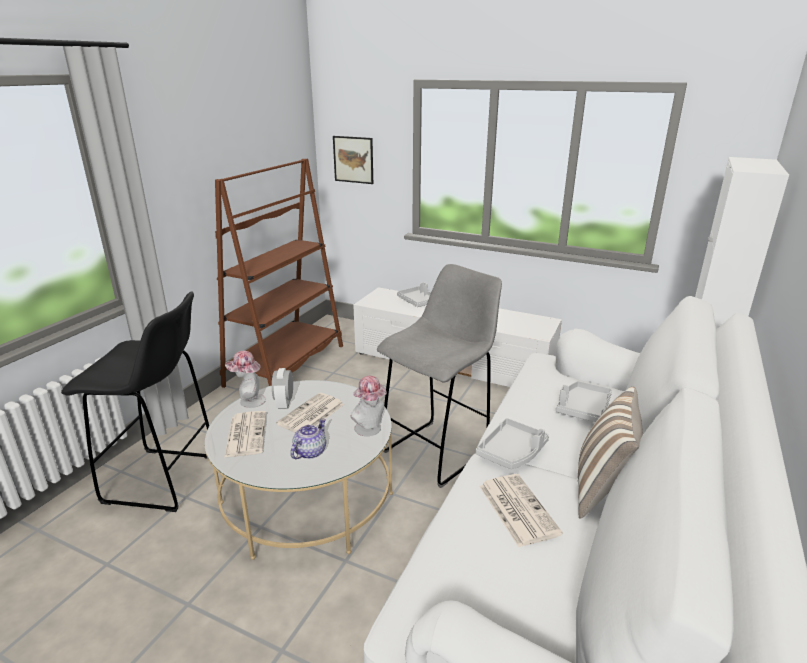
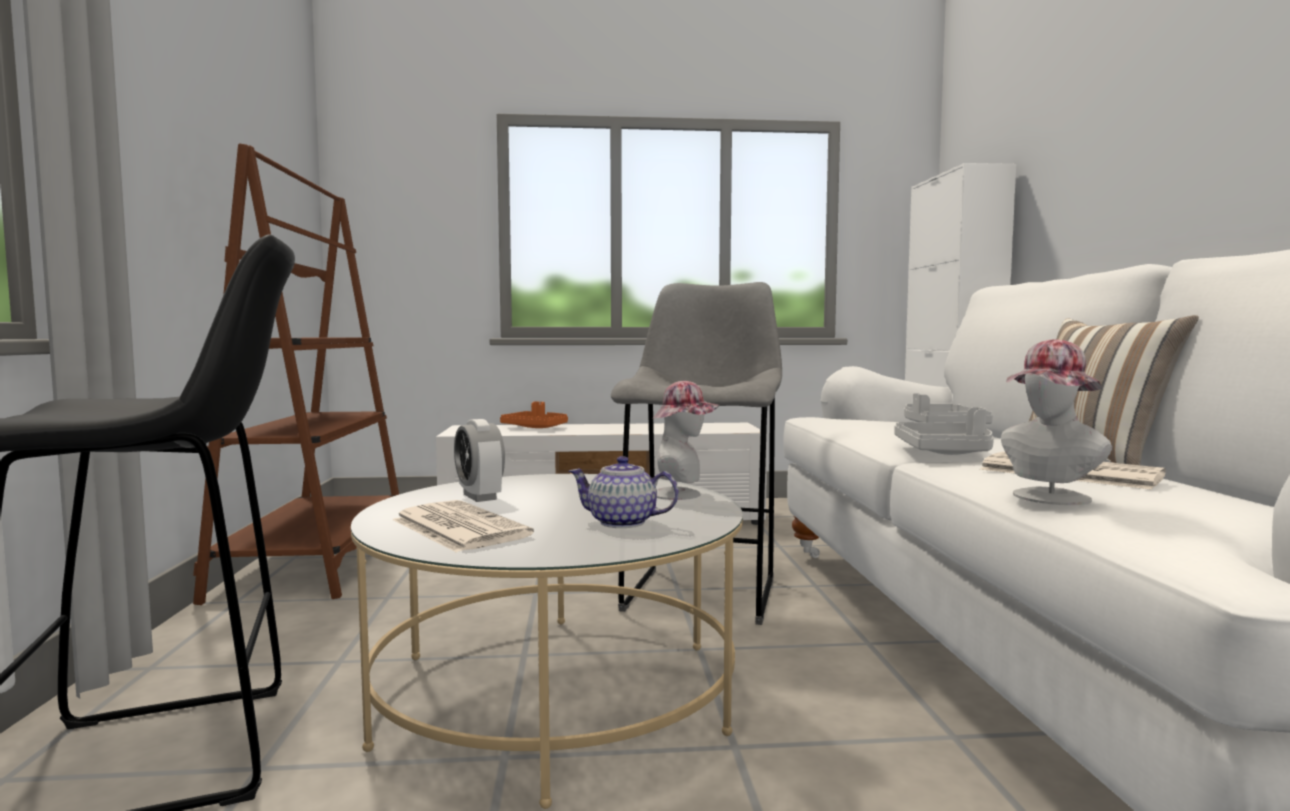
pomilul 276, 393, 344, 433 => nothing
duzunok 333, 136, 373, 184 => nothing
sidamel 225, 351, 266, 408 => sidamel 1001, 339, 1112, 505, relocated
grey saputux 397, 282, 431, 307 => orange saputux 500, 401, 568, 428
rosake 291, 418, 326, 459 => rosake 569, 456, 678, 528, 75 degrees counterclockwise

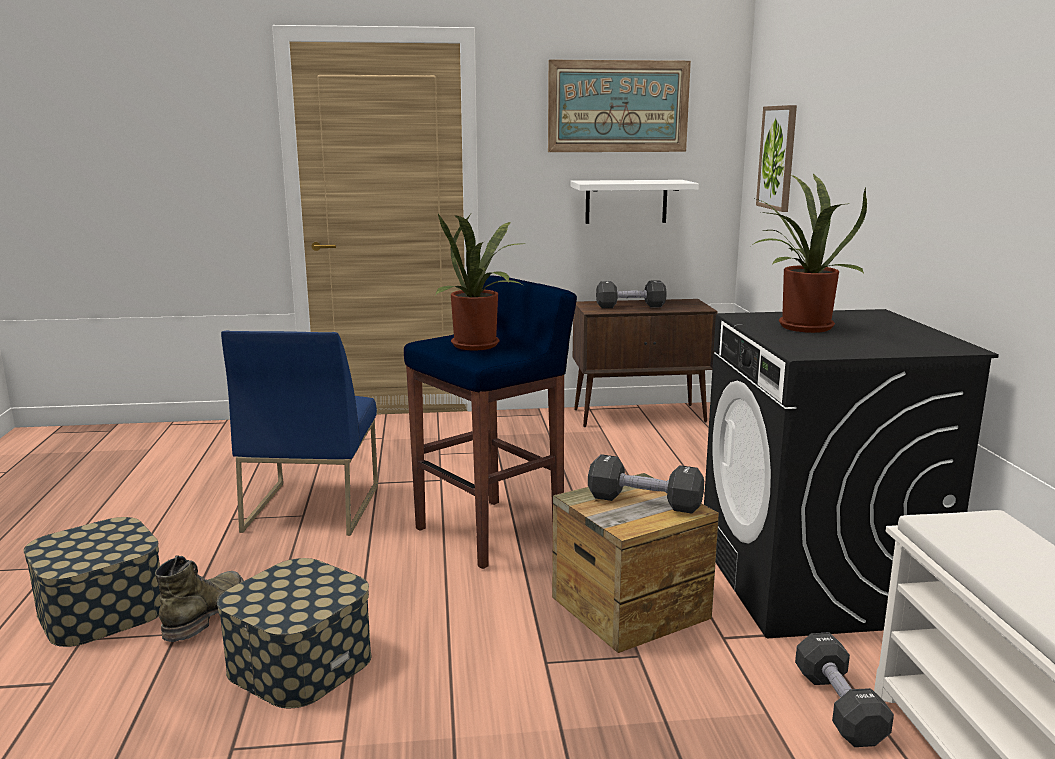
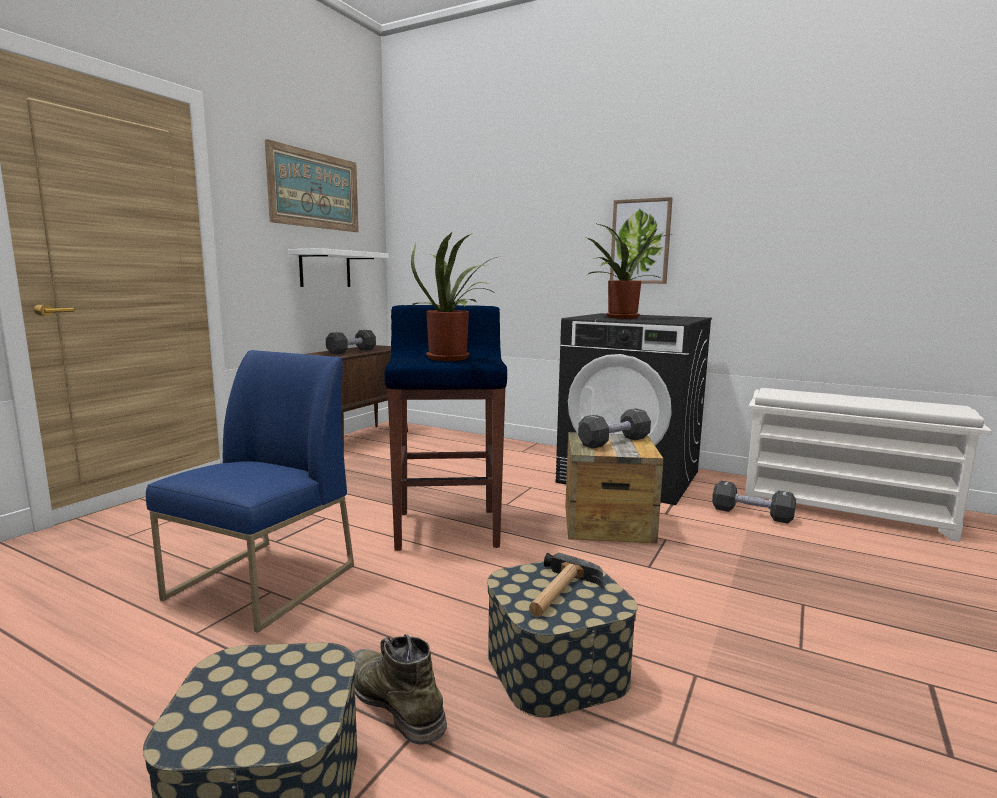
nothing => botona 529, 553, 603, 617
duzunok 756, 105, 797, 212 => duzunok 610, 197, 673, 284, relocated
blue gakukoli 221, 331, 378, 536 => blue gakukoli 146, 350, 354, 633, 105 degrees counterclockwise

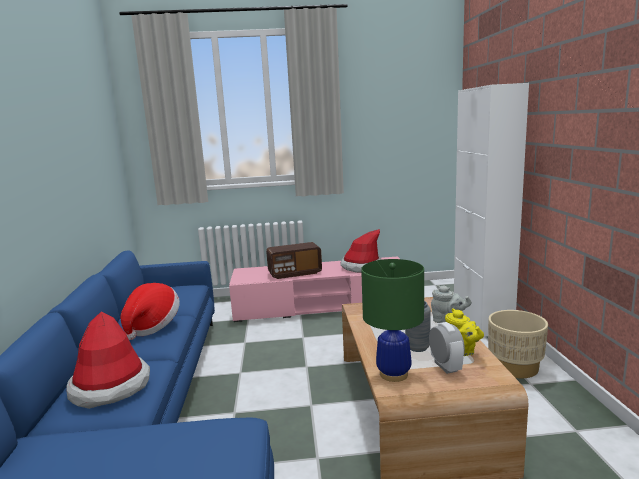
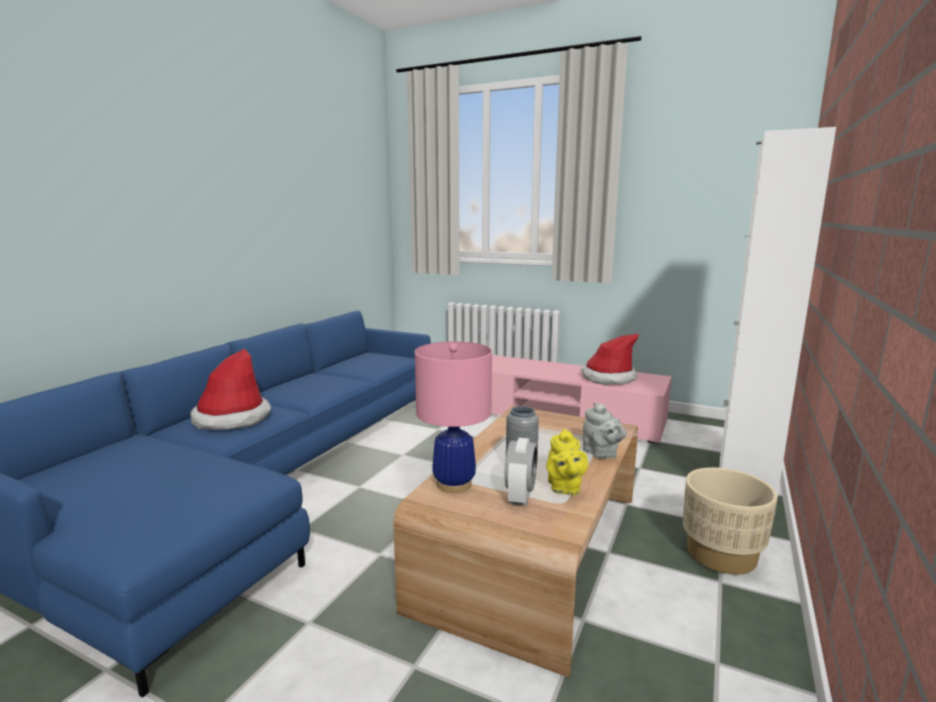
sidamel 121, 283, 180, 340 => nothing
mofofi 266, 242, 322, 279 => nothing
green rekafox 361, 259, 424, 382 => pink rekafox 415, 342, 492, 493

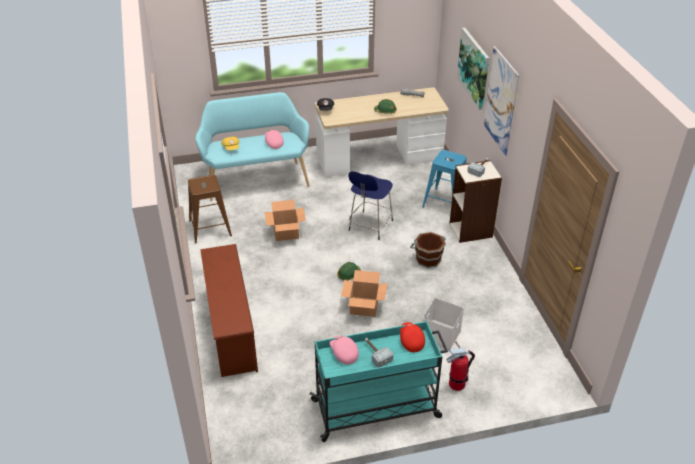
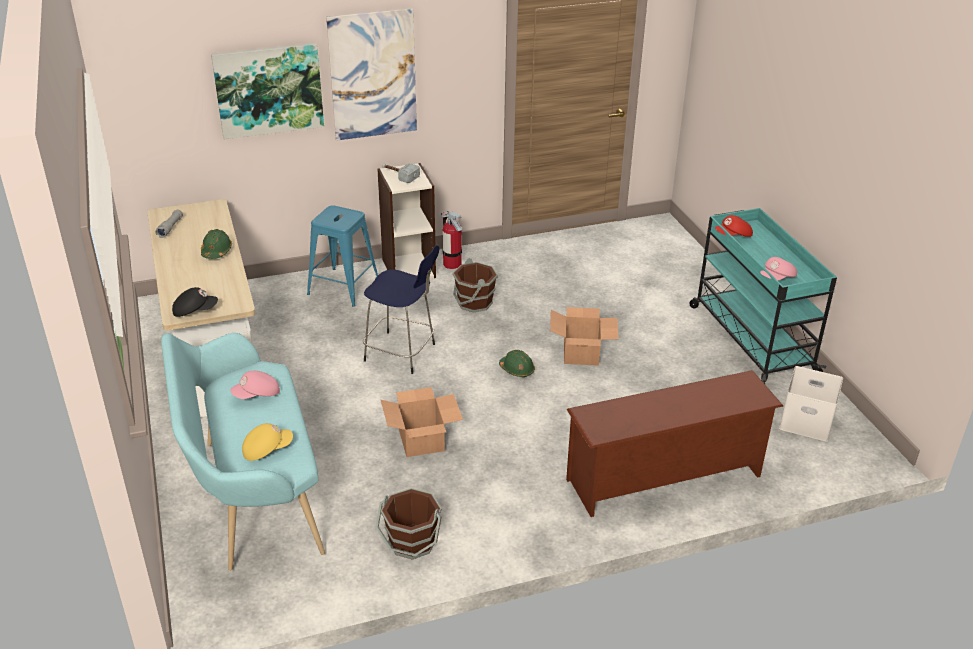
botona 365, 338, 394, 367 => nothing
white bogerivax 423, 298, 464, 351 => white bogerivax 779, 366, 843, 442, relocated
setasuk 447, 341, 475, 391 => setasuk 441, 211, 462, 269, relocated
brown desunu 188, 175, 232, 243 => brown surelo 375, 488, 442, 560

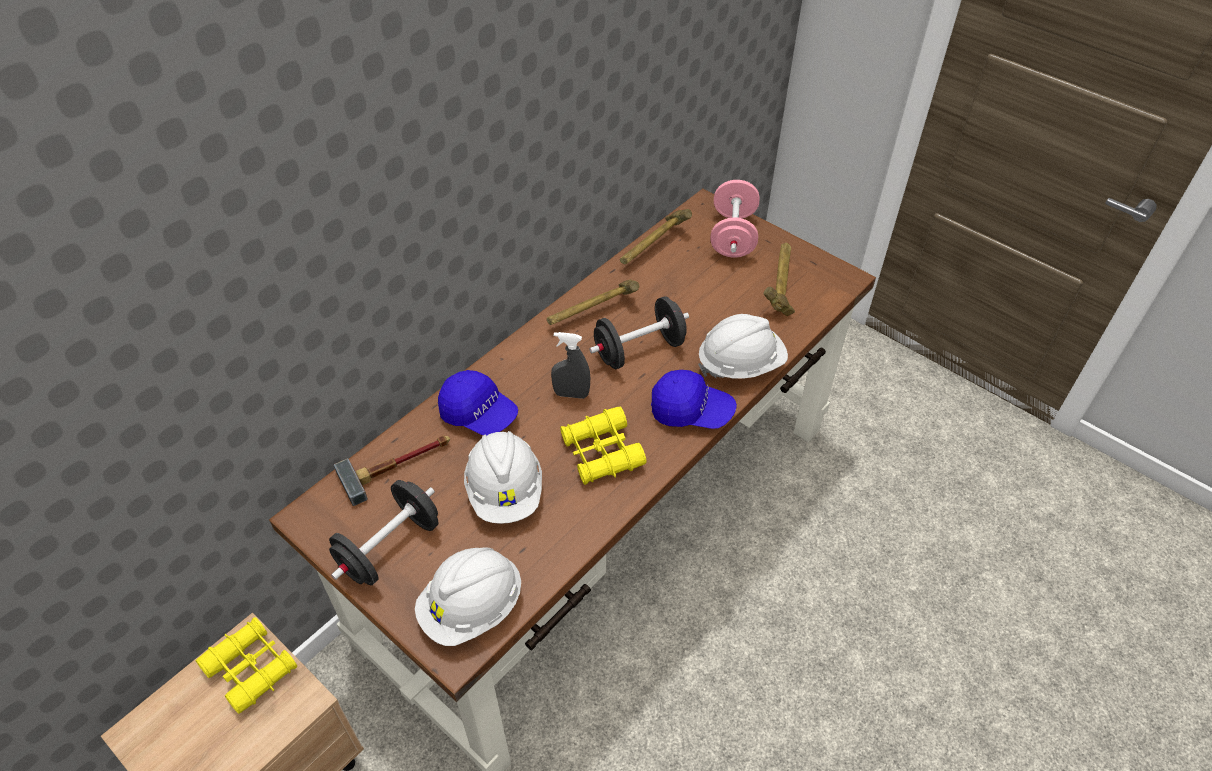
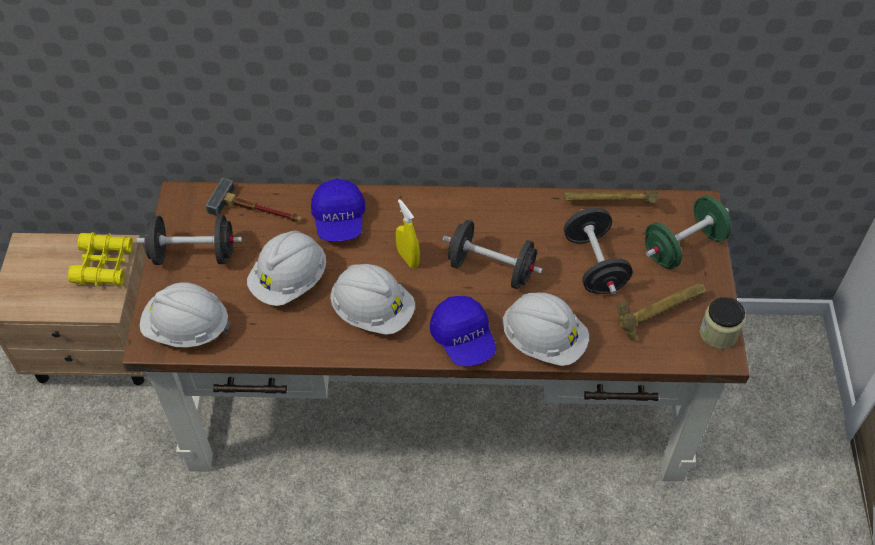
botona 547, 280, 639, 325 => nothing
nothing => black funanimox 564, 208, 633, 294
nothing => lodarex 700, 297, 745, 349
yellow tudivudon 560, 407, 646, 485 => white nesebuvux 330, 264, 415, 335
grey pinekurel 551, 332, 590, 399 => yellow pinekurel 396, 199, 420, 268
pink funanimox 710, 180, 760, 257 => green funanimox 645, 195, 731, 269

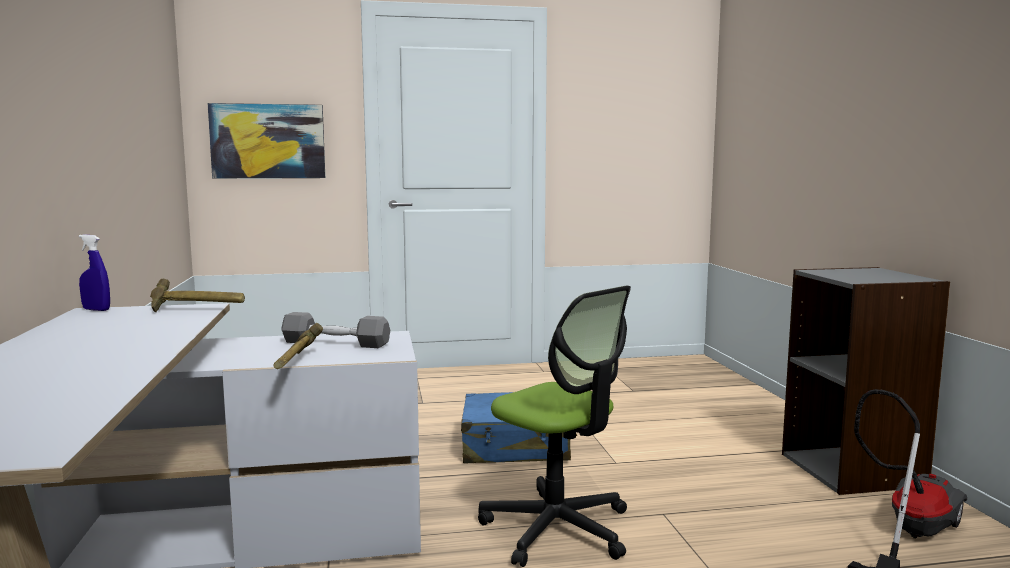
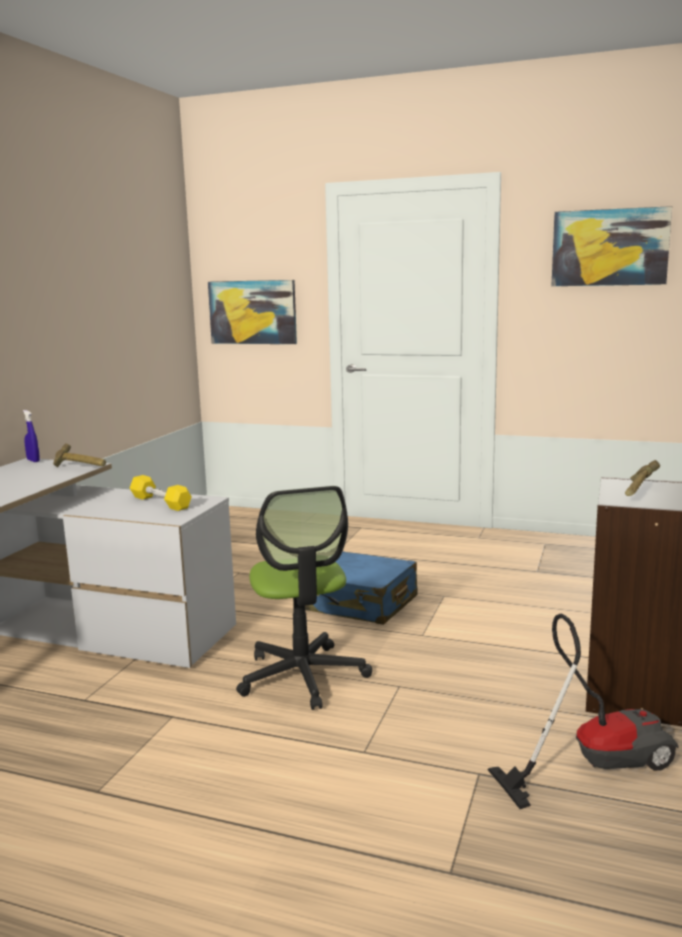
nothing => duzunok 551, 206, 672, 286
botona 273, 323, 323, 369 => botona 625, 460, 660, 496, relocated
grey funanimox 281, 312, 390, 348 => yellow funanimox 130, 475, 192, 511

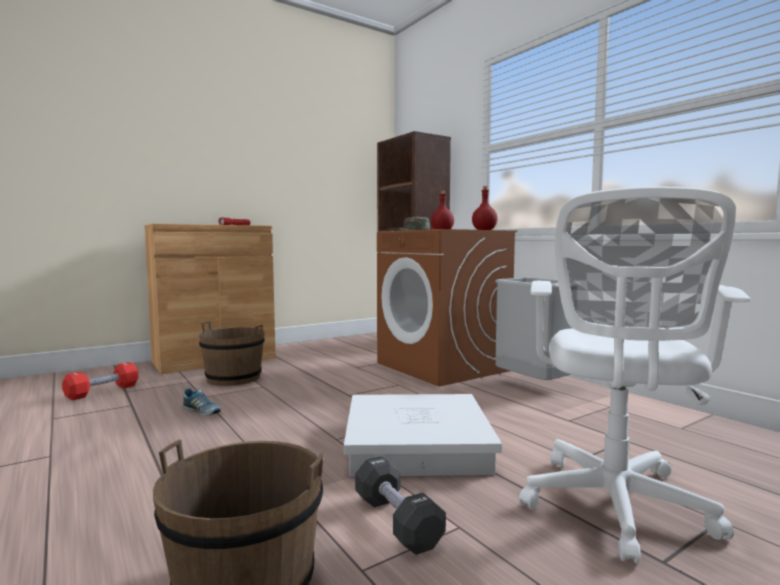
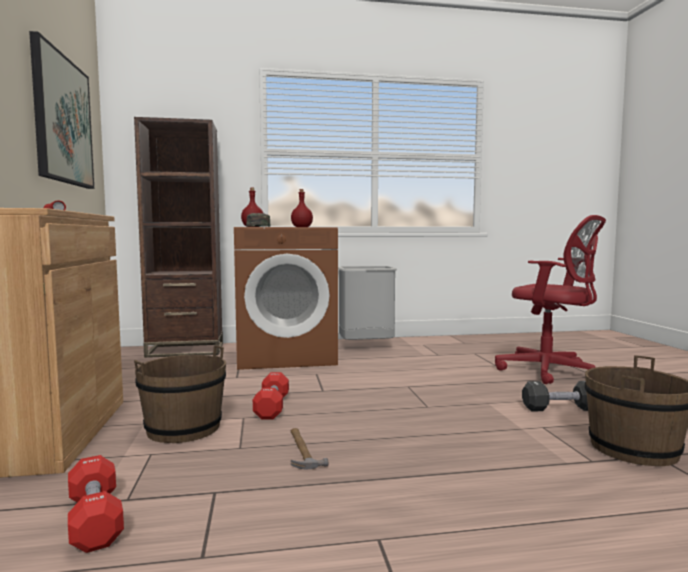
white bogerivax 344, 394, 502, 477 => nothing
nothing => duzunok 29, 31, 94, 189
nothing => red funanimox 253, 372, 289, 419
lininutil 182, 388, 221, 415 => botona 291, 428, 329, 470
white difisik 519, 186, 750, 564 => red difisik 495, 215, 606, 384

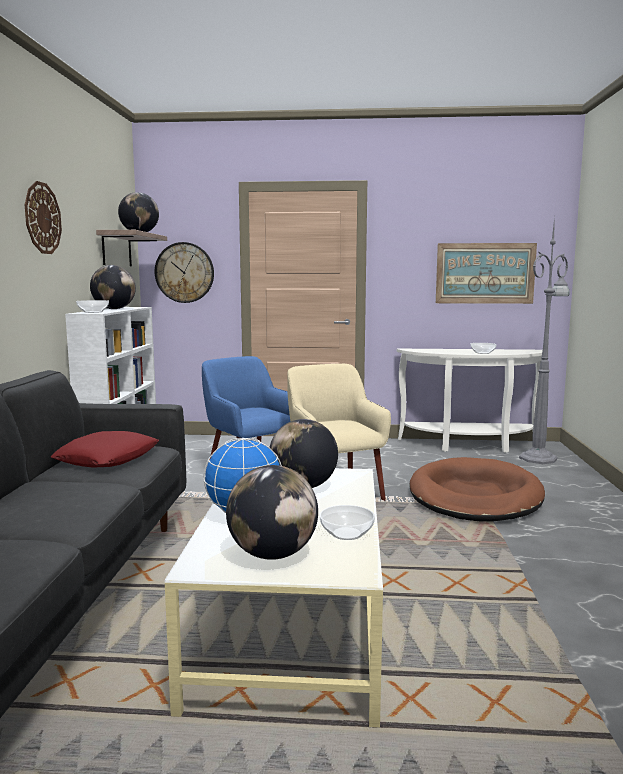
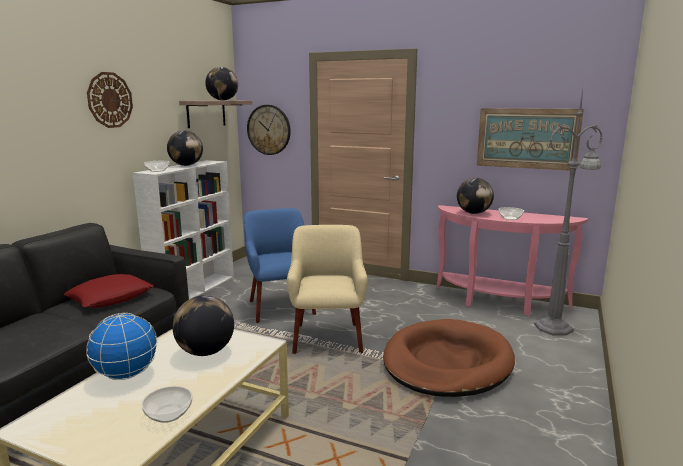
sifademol 226, 465, 318, 560 => sifademol 457, 178, 494, 214, relocated
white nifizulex 397, 349, 543, 453 => pink nifizulex 436, 205, 588, 316

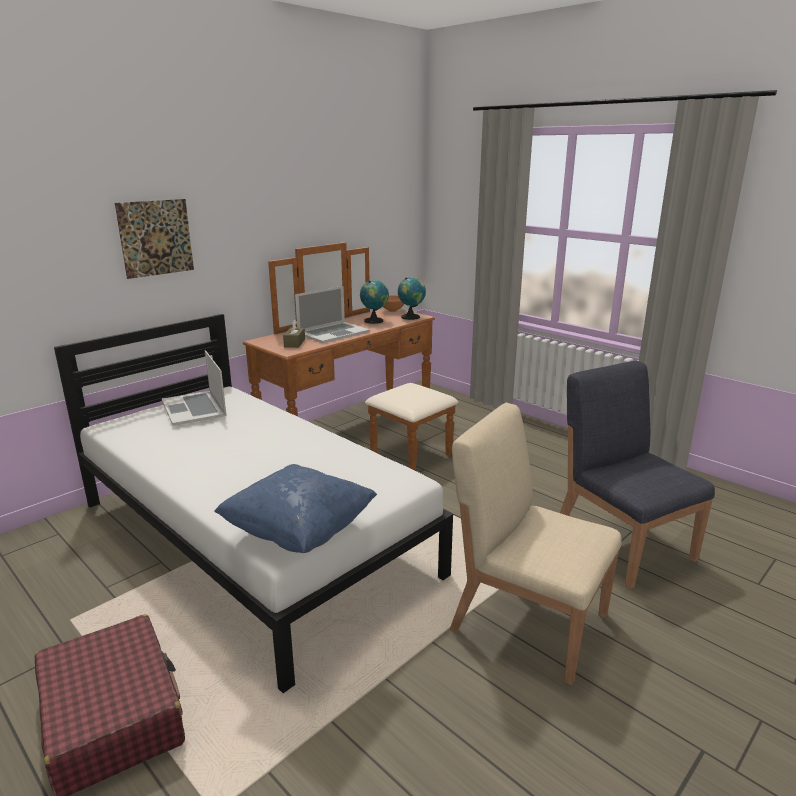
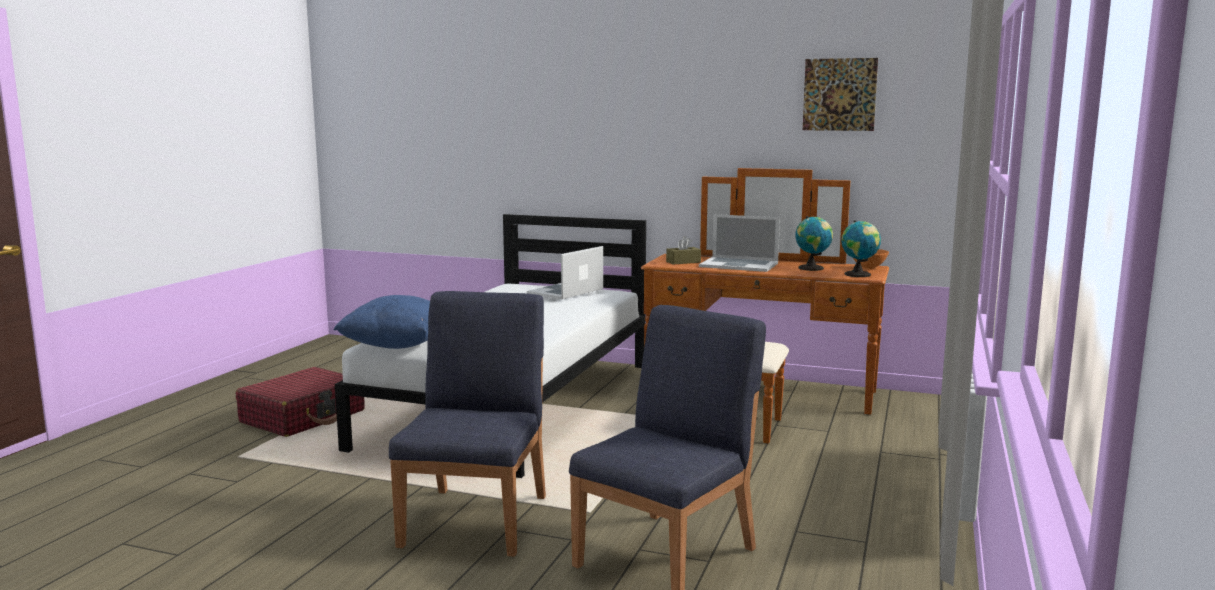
duzunok 115, 199, 194, 279 => duzunok 803, 58, 878, 131, relocated
beige gakukoli 449, 403, 621, 685 => blue gakukoli 389, 291, 546, 557

